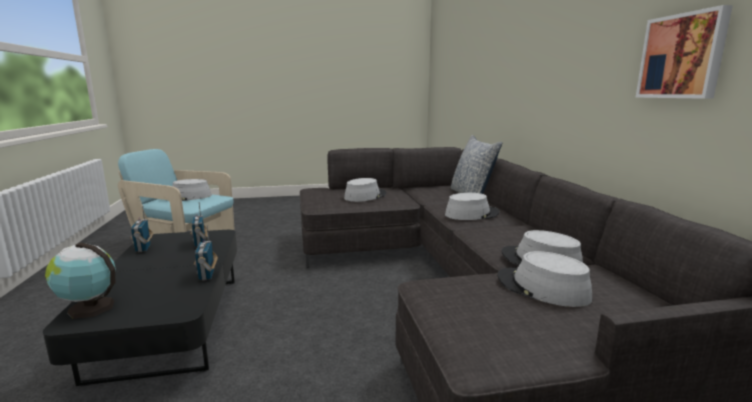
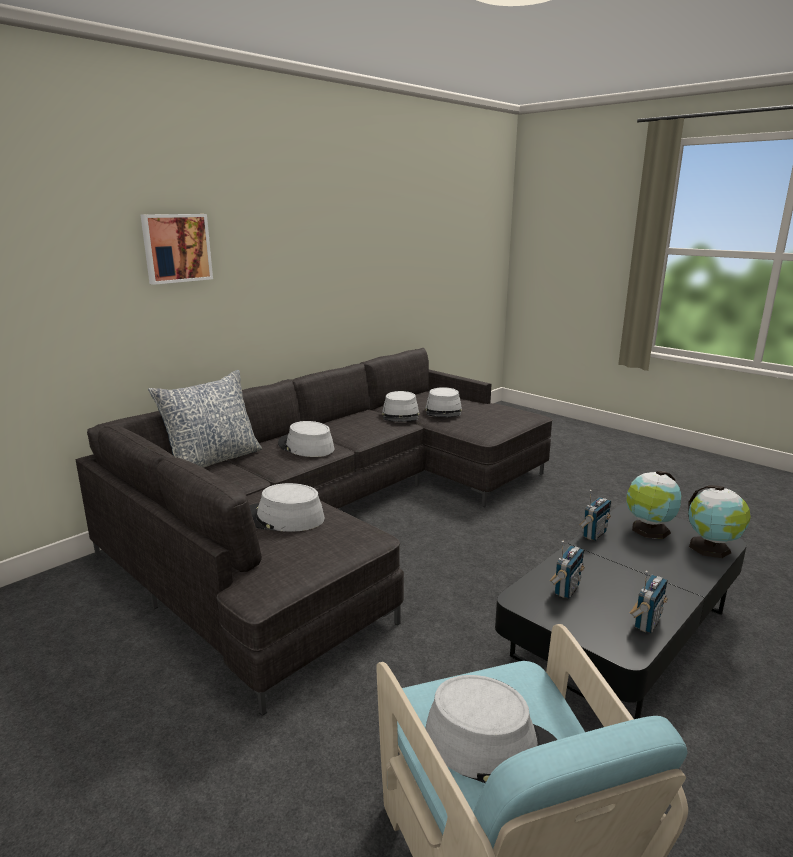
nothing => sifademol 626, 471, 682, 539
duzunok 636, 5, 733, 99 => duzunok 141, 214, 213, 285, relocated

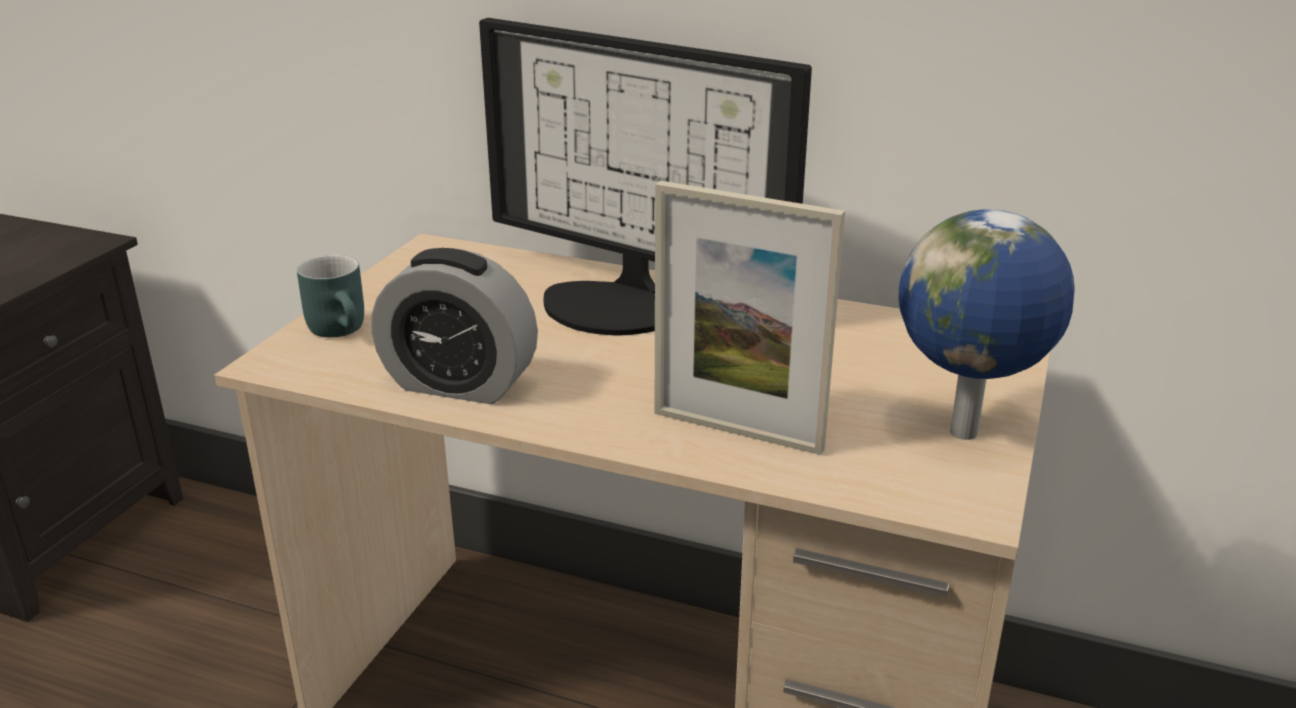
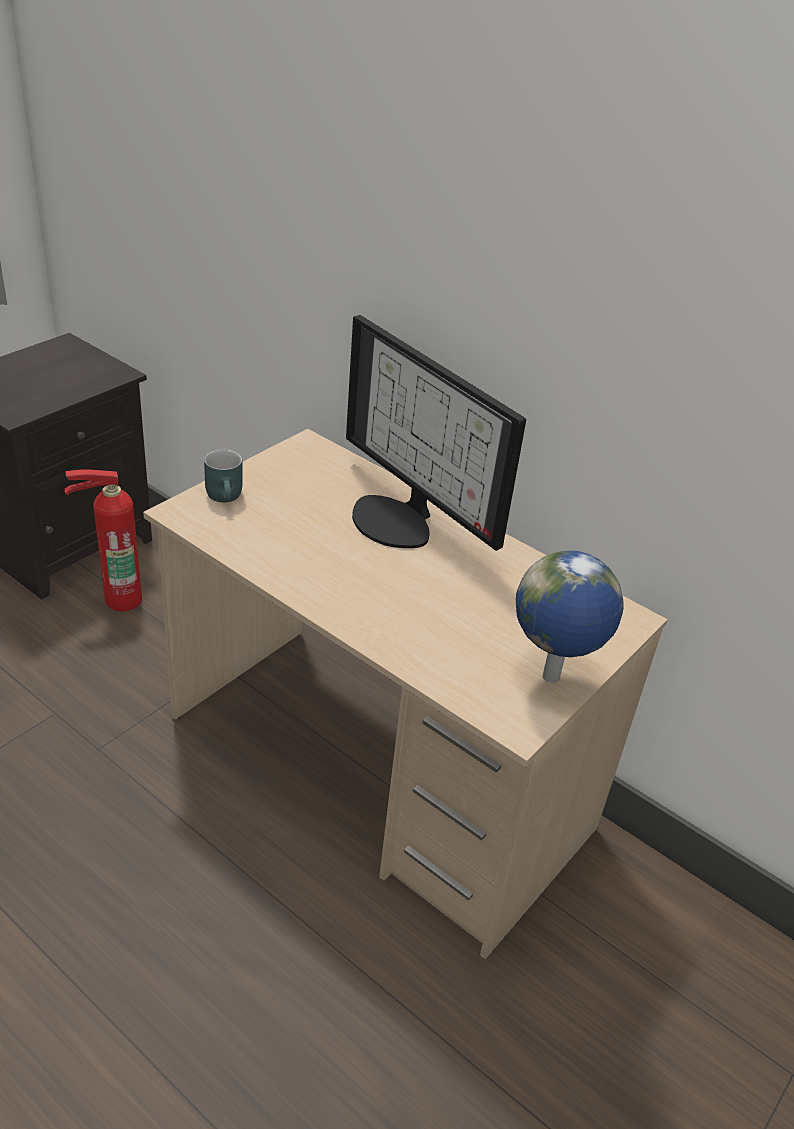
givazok 371, 248, 538, 404 => nothing
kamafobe 655, 181, 845, 455 => nothing
nothing => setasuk 65, 469, 142, 611

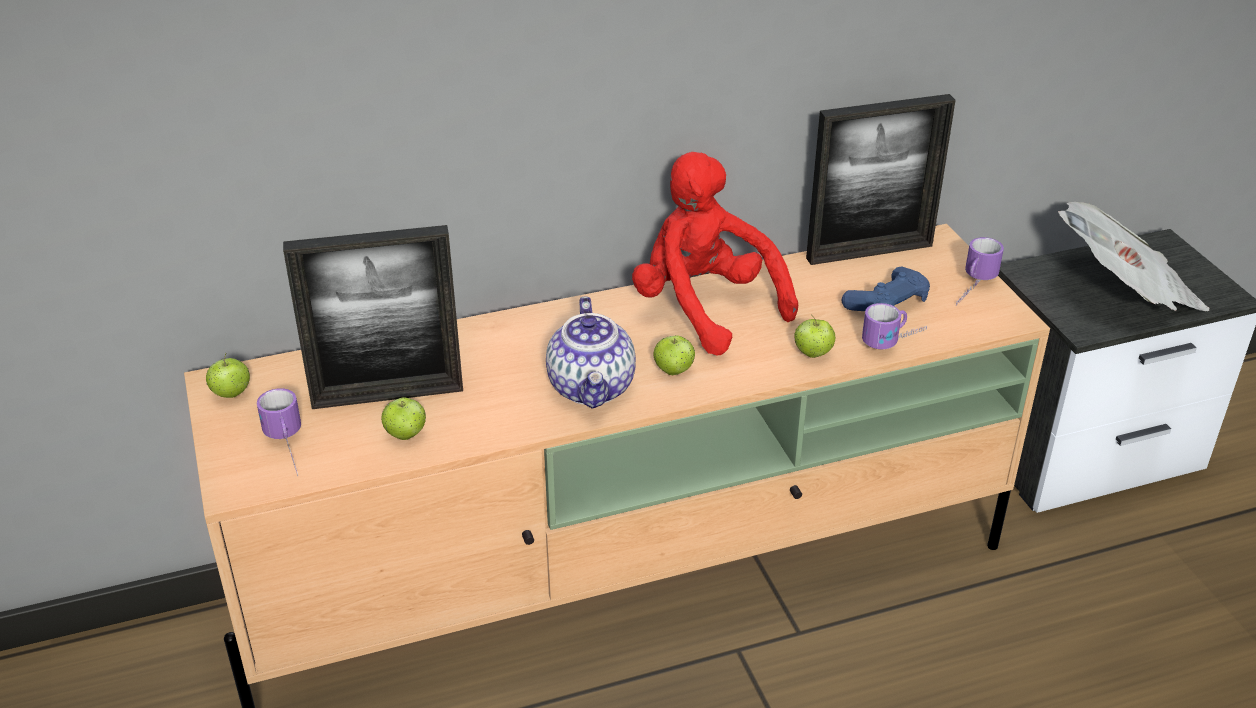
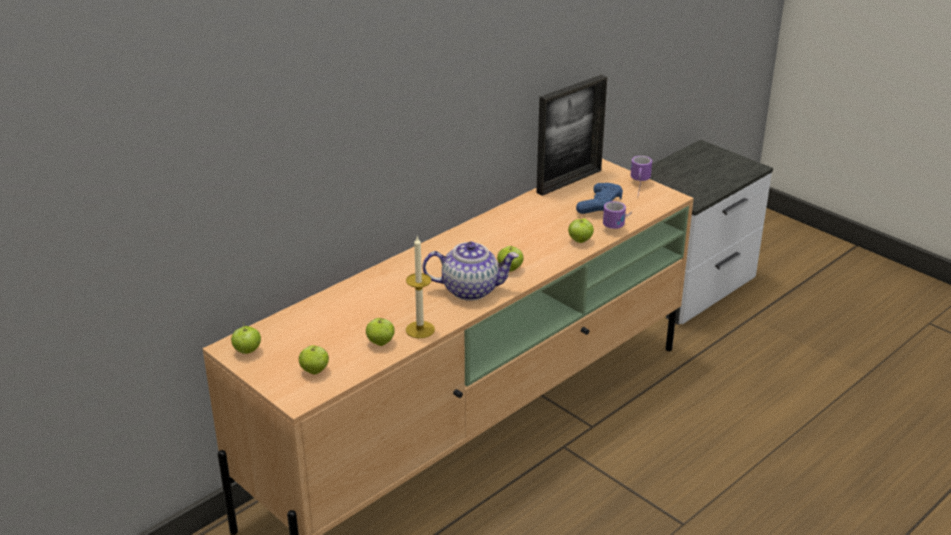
kamafobe 283, 225, 463, 409 => nothing
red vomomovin 632, 152, 798, 356 => nothing
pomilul 1058, 202, 1209, 311 => nothing
nothing => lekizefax 406, 236, 435, 338
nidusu 257, 388, 301, 476 => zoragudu 299, 345, 329, 374
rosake 546, 297, 636, 409 => rosake 422, 242, 519, 301, 60 degrees counterclockwise

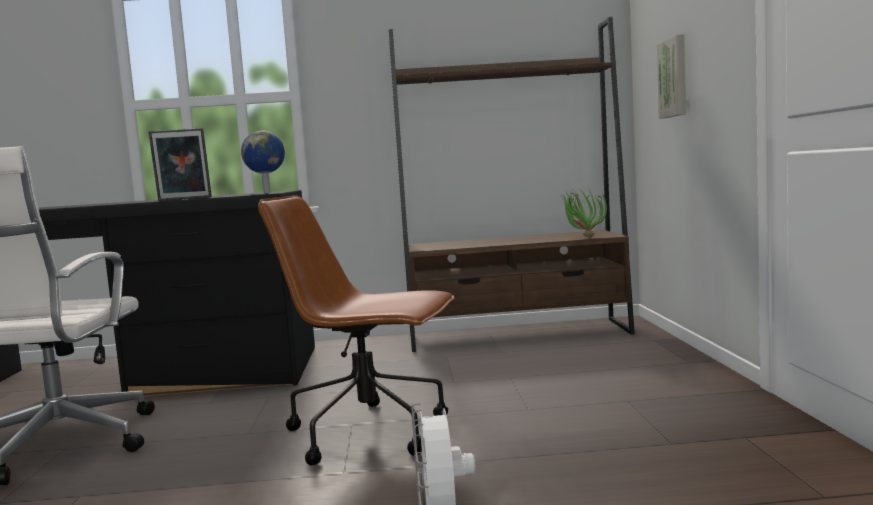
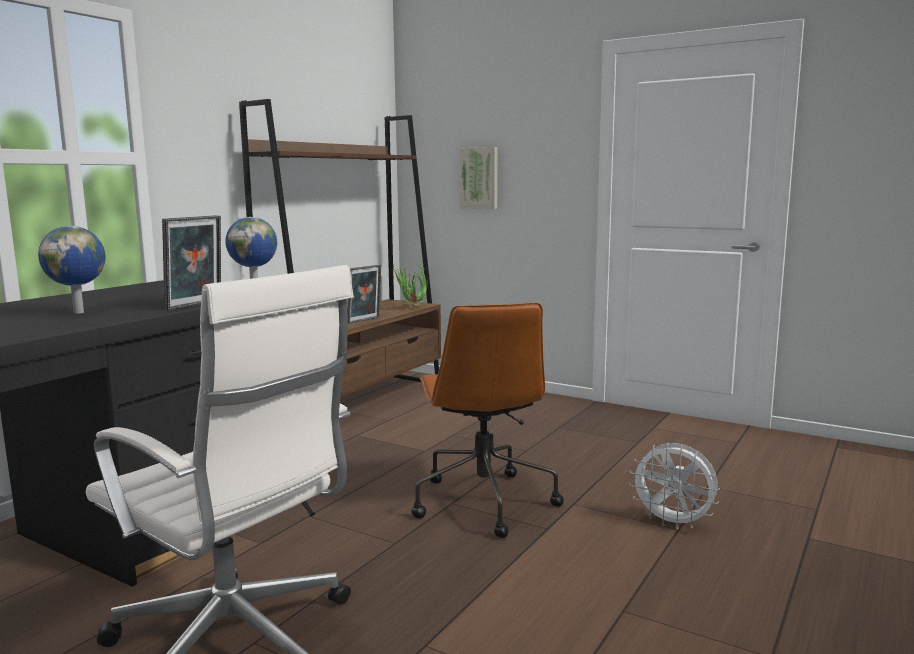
nothing => sifademol 38, 226, 105, 314
nothing => kamafobe 347, 265, 381, 324
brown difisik 258, 196, 454, 465 => brown difisik 411, 302, 564, 538, 60 degrees counterclockwise

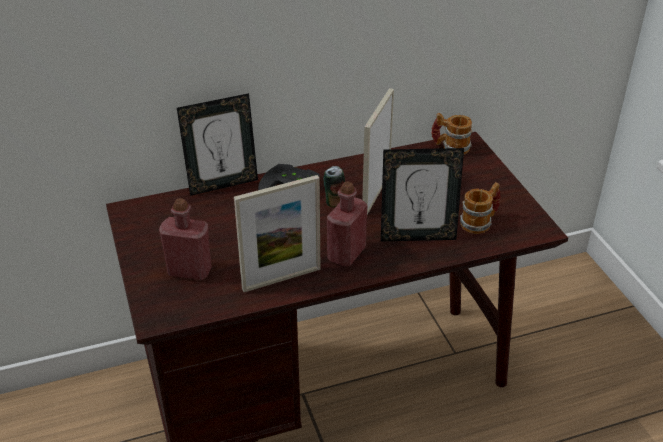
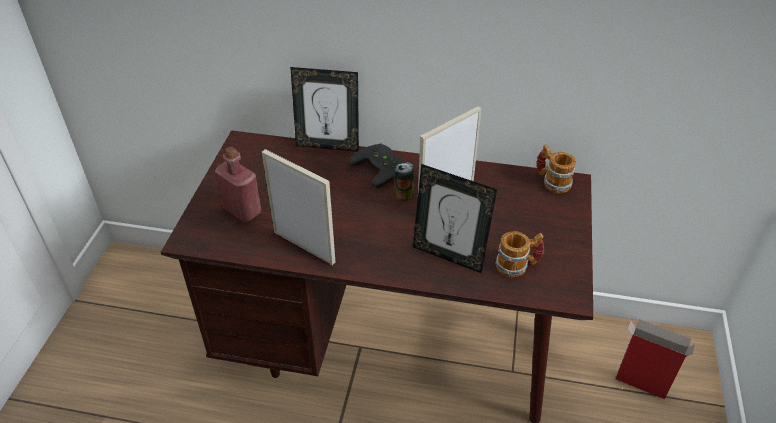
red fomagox 327, 181, 367, 267 => nothing
nothing => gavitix 616, 319, 696, 399
kamafobe 234, 175, 321, 292 => kamafobe 262, 149, 335, 265, 150 degrees counterclockwise

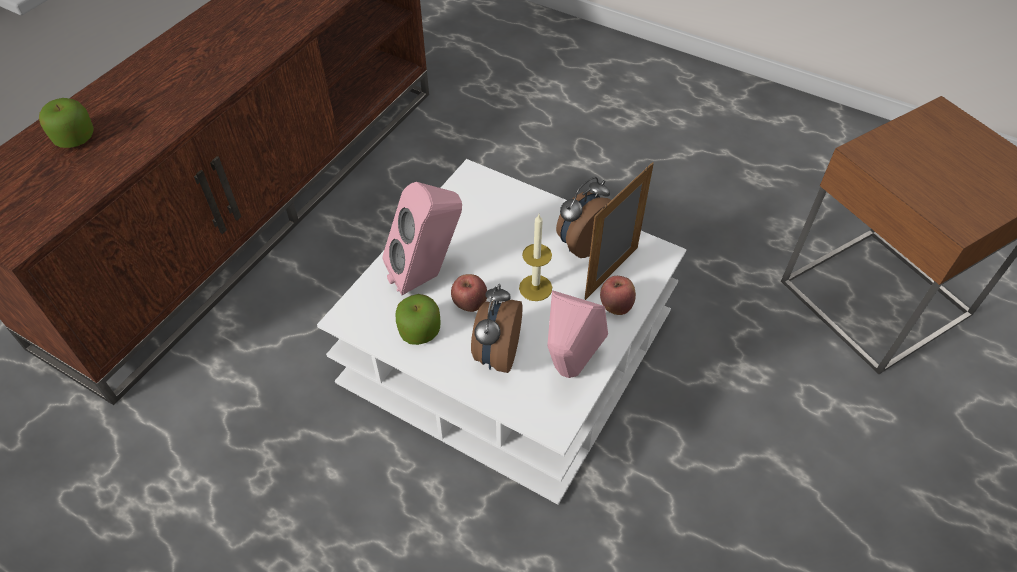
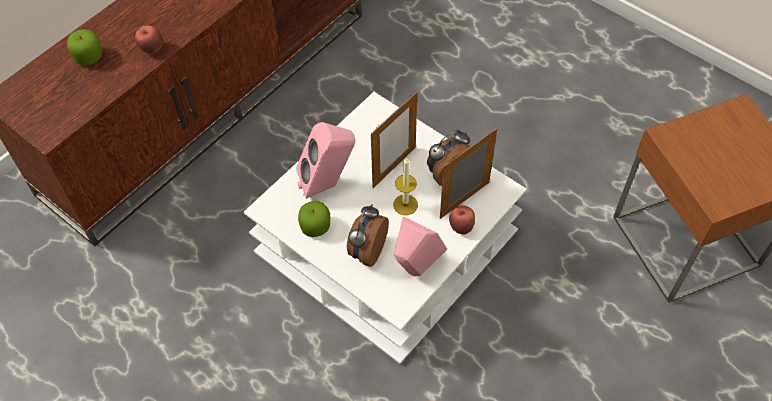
nothing => kamafobe 371, 92, 417, 188
zoragudu 451, 274, 487, 312 => zoragudu 135, 26, 163, 54, relocated

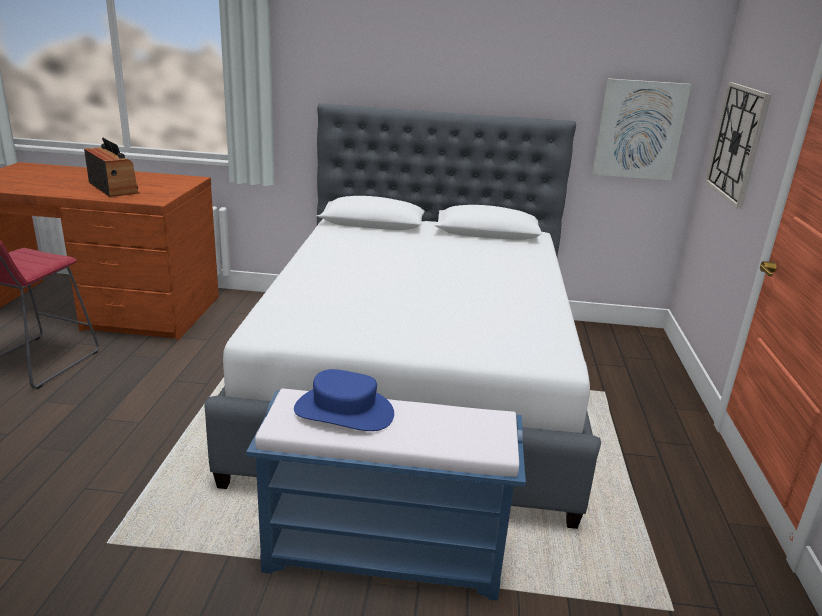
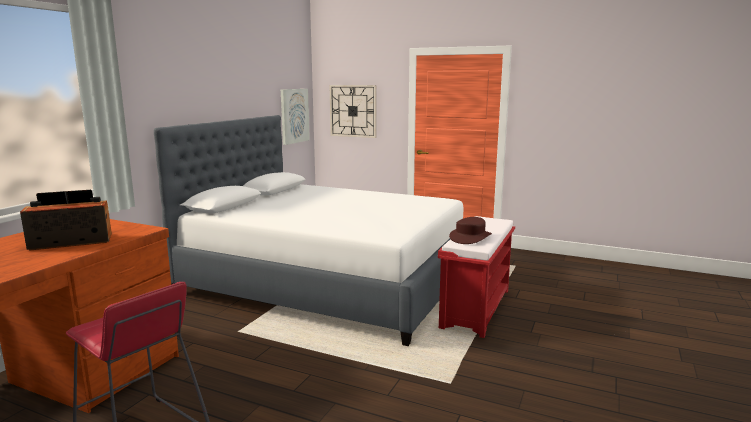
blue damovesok 246, 388, 526, 601 => red damovesok 438, 216, 515, 338
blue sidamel 294, 369, 394, 431 => brown sidamel 449, 217, 492, 244

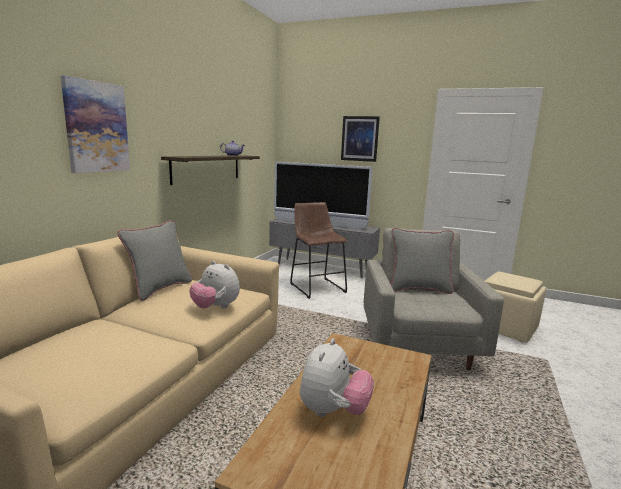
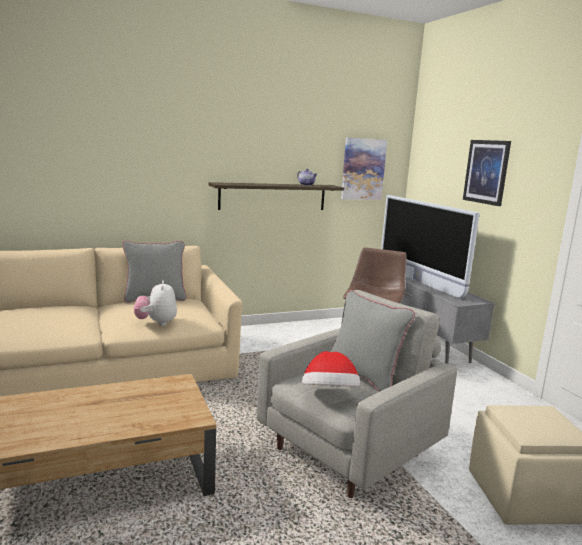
vomomovin 300, 338, 374, 417 => nothing
nothing => sidamel 302, 351, 360, 387
duzunok 60, 75, 130, 173 => duzunok 341, 138, 387, 200, relocated

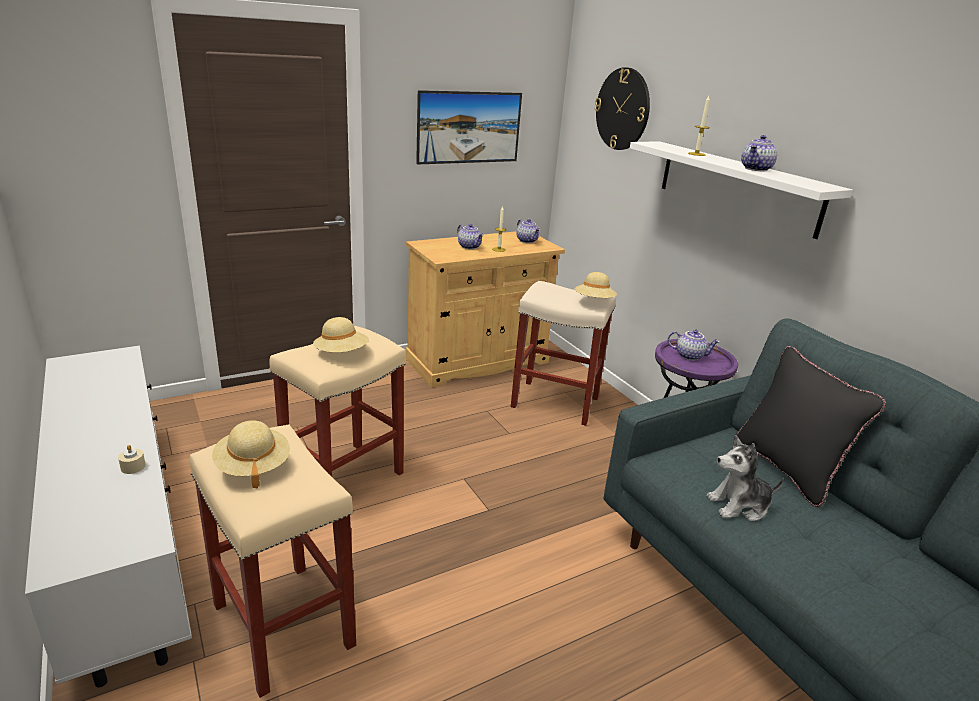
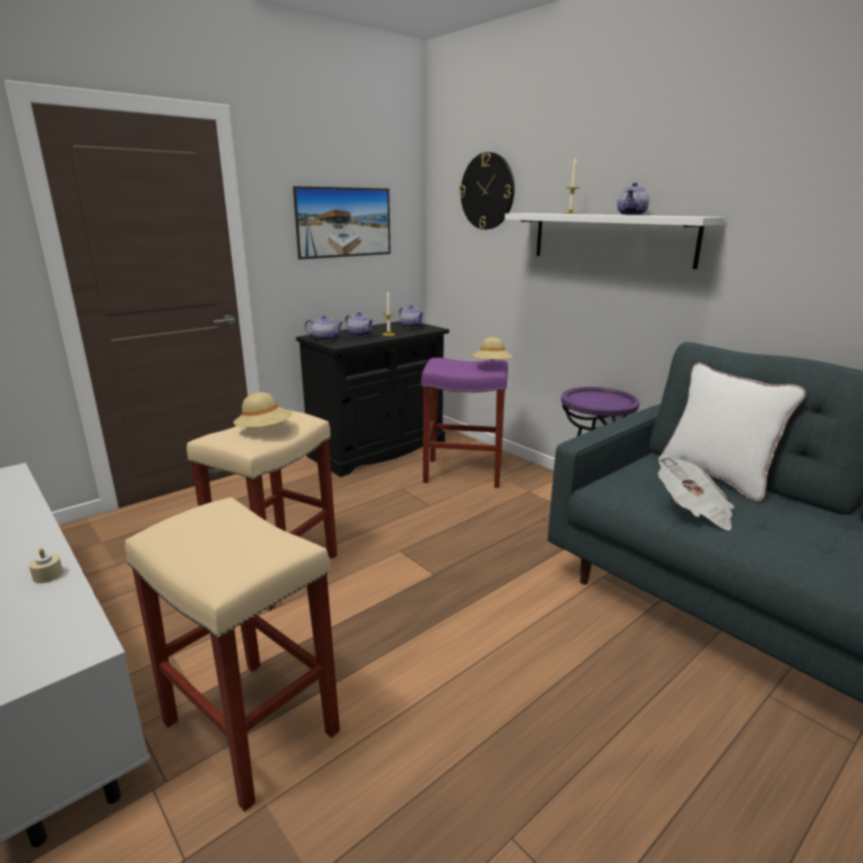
beige sidamel 212, 420, 290, 489 => nothing
rosake 667, 330, 720, 361 => rosake 305, 315, 344, 341, relocated
vomomovin 707, 435, 784, 522 => pomilul 658, 456, 734, 530
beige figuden 405, 231, 565, 387 => black figuden 296, 321, 449, 477
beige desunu 511, 281, 616, 426 => purple desunu 421, 358, 508, 488
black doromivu 736, 346, 886, 507 => white doromivu 661, 363, 806, 502

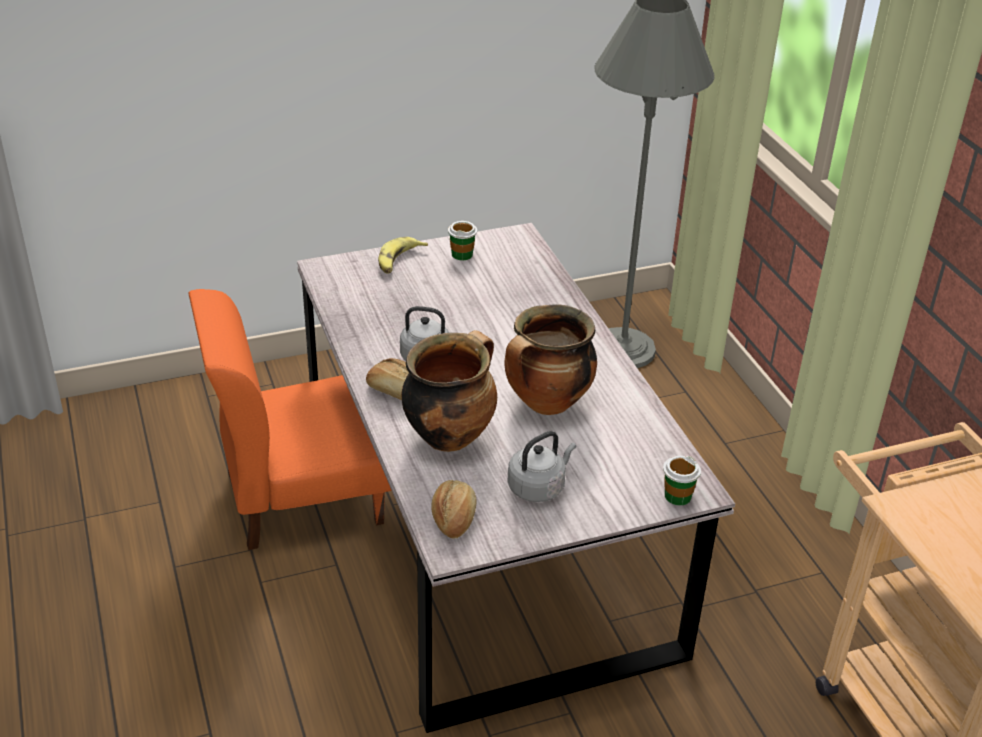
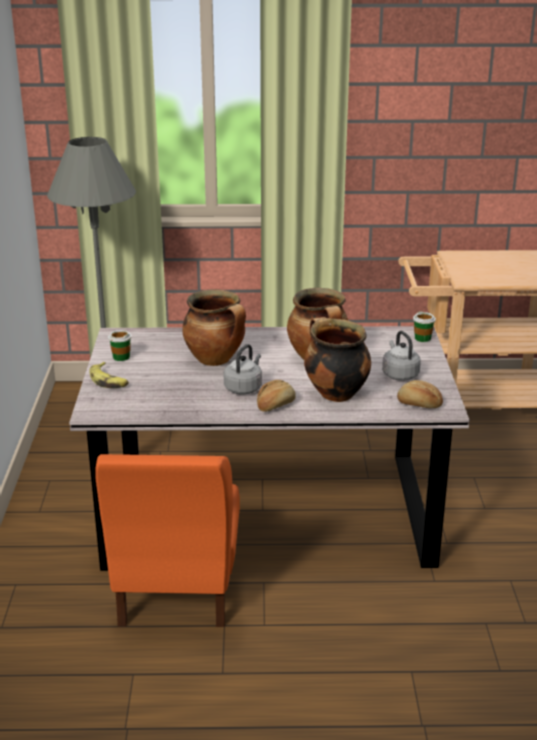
nothing => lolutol 182, 289, 246, 366

